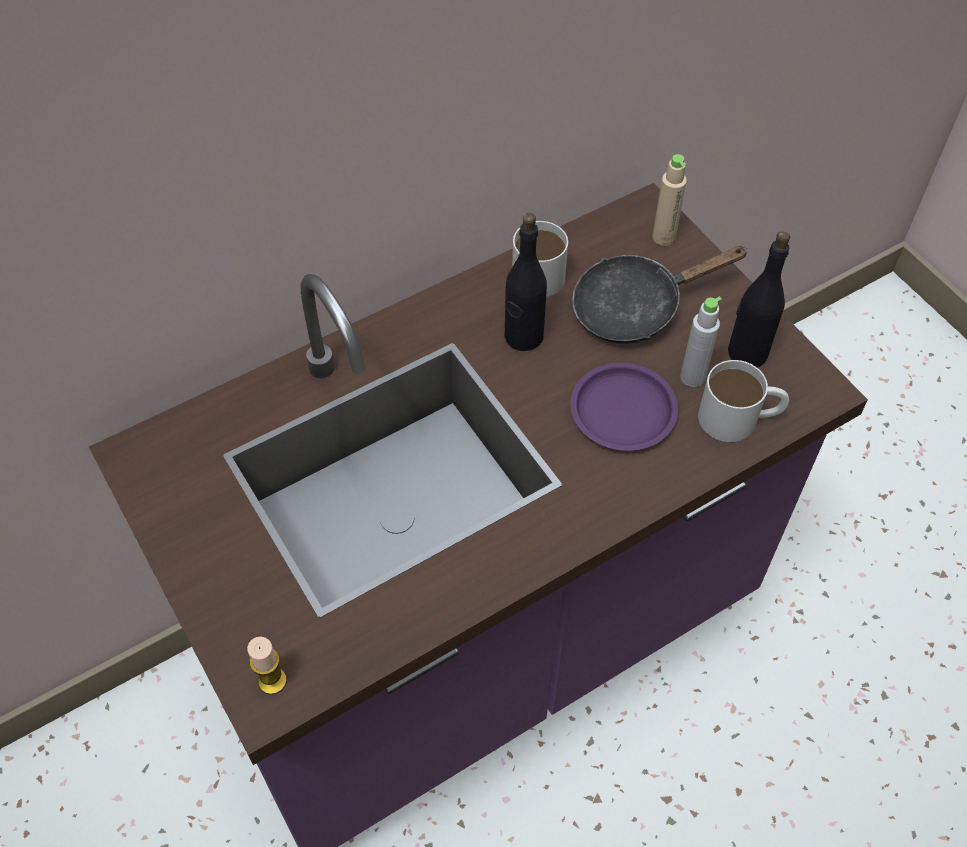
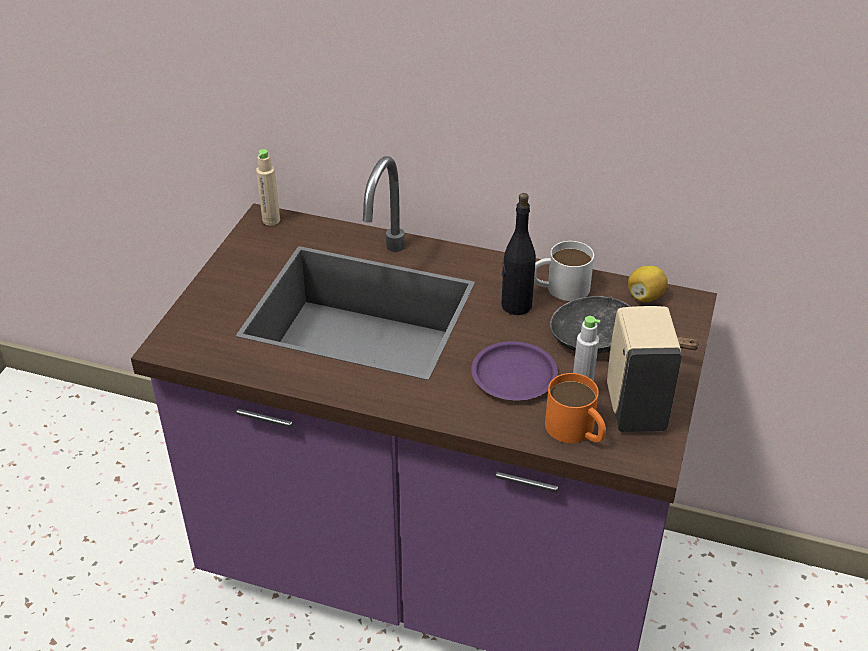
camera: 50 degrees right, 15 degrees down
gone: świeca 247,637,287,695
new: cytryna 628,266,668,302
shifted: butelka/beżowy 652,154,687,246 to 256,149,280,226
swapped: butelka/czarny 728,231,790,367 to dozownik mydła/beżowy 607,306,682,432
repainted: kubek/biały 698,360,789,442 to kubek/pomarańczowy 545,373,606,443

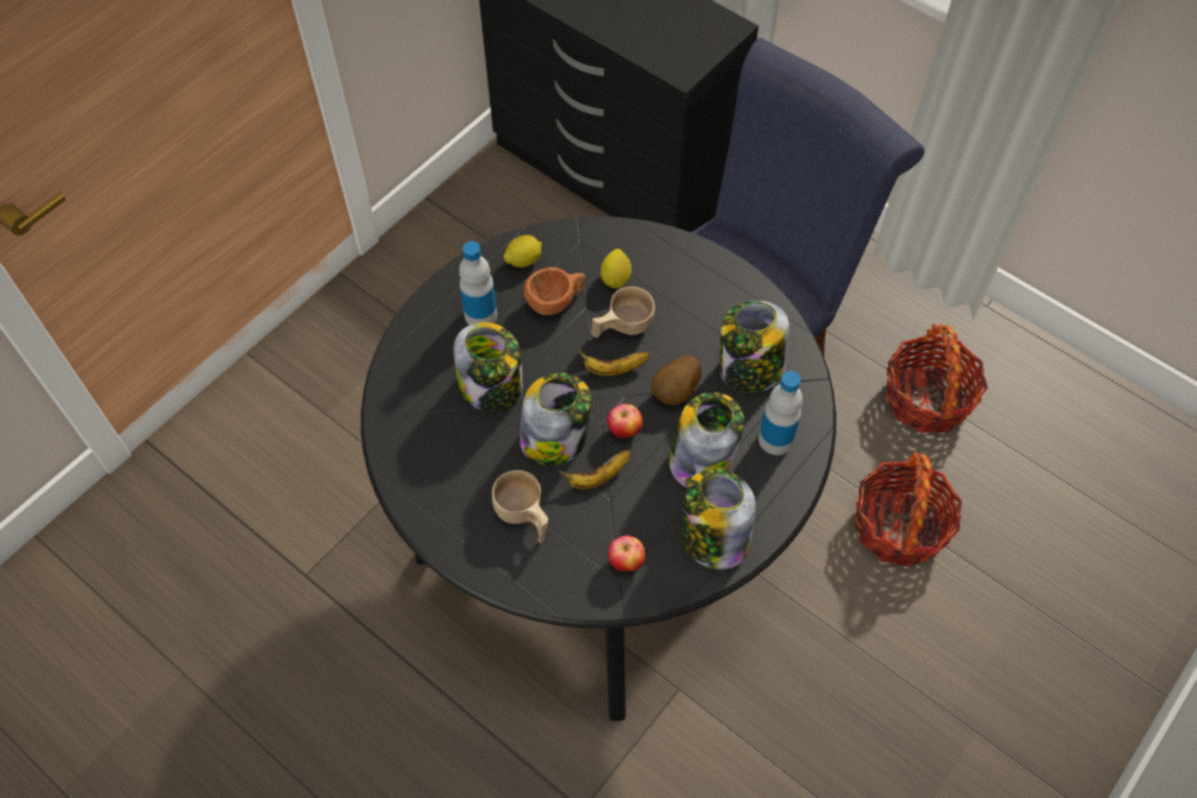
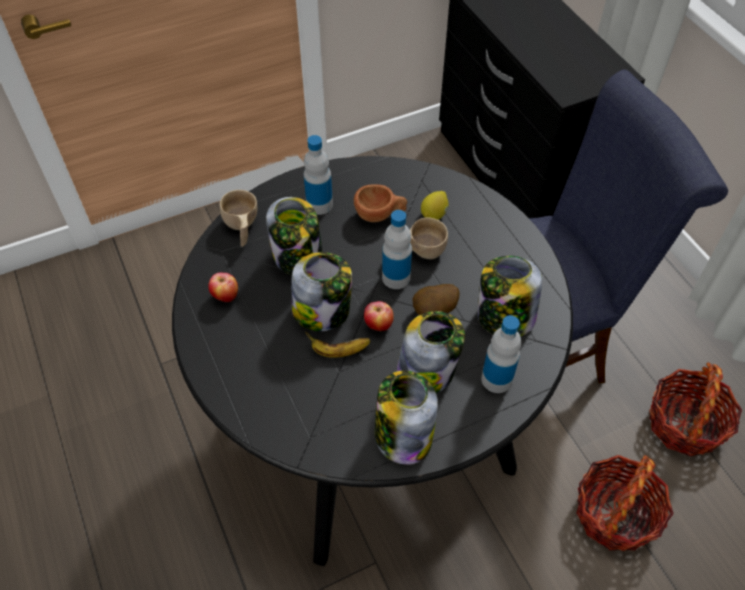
camera: 25 degrees right, 5 degrees down
gone: cytryna 503,235,542,267
shifted: filiżanka/beżowy 492,470,548,543 to 220,190,257,247; jabłko 608,535,645,571 to 208,273,238,302
swapped: banan 577,349,649,376 to butelka 382,210,412,289

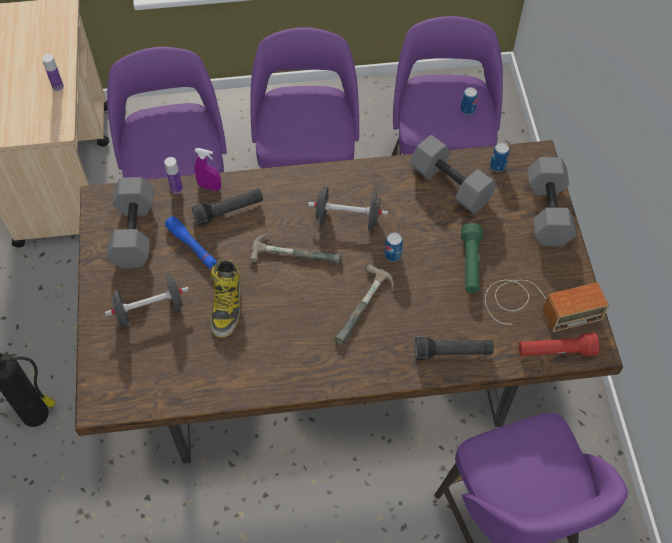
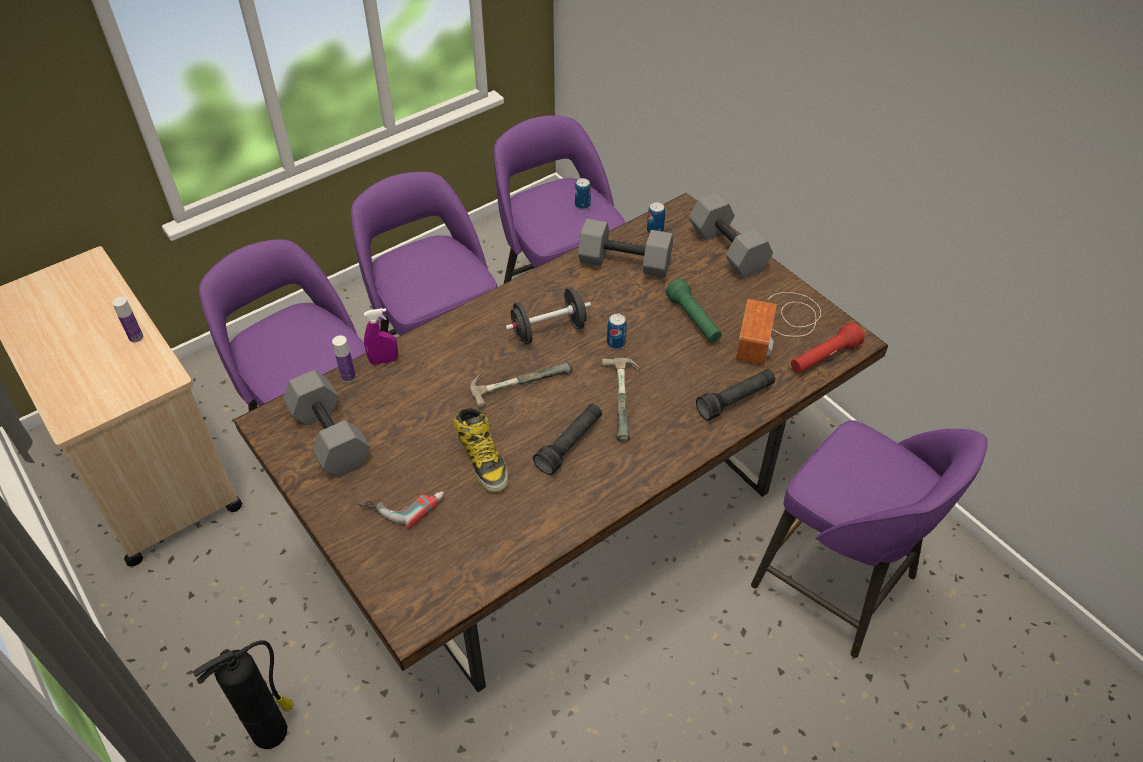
camera: 30 degrees left, 10 degrees down
gone: latarka/niebieski 165,216,218,270
shifted: latarka/czarny 192,189,263,227 to 533,404,602,475
swapped: hantel/czarny 105,274,189,329 to wiertarka 357,491,444,530
rotated: radio 485,280,609,332 = 735,292,821,365 150 degrees clockwise

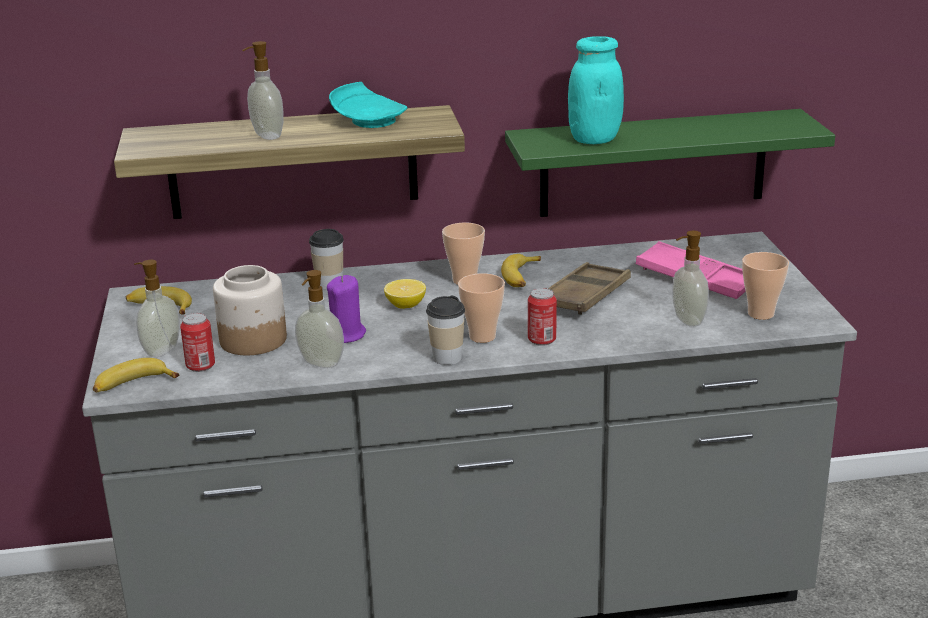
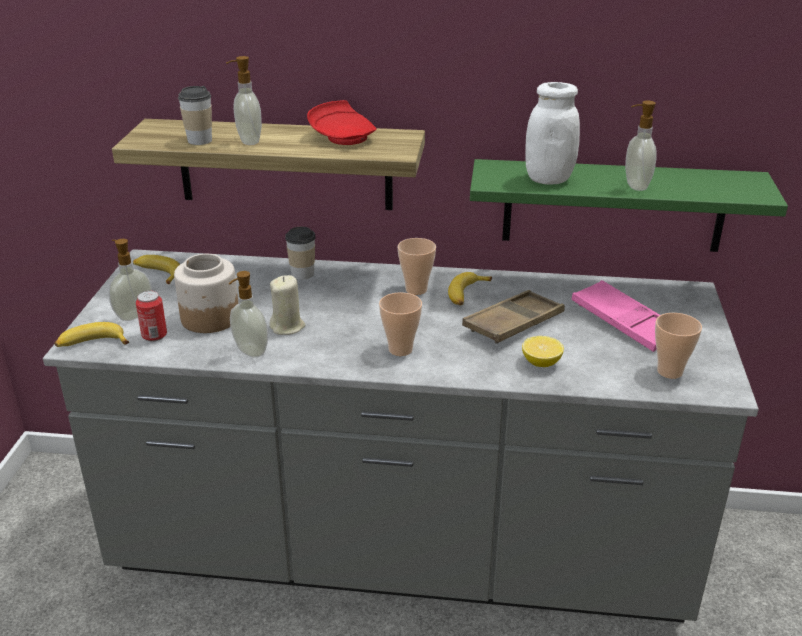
camera: 15 degrees right, 5 degrees up
gone: puszka 528,288,557,346
shifted: cytryna 384,279,426,309 to 522,336,564,367; filiżanka 426,296,465,365 to 178,86,212,145; dozownik mydła 672,231,709,327 to 625,101,657,191
repainted: świeca/fioletowy 327,275,366,343 to świeca/beżowy 269,275,306,335; talerz/turkusowy 329,82,408,128 to talerz/czerwony 307,100,377,145; słoik/turkusowy 568,36,624,144 to słoik/biały 525,82,580,185

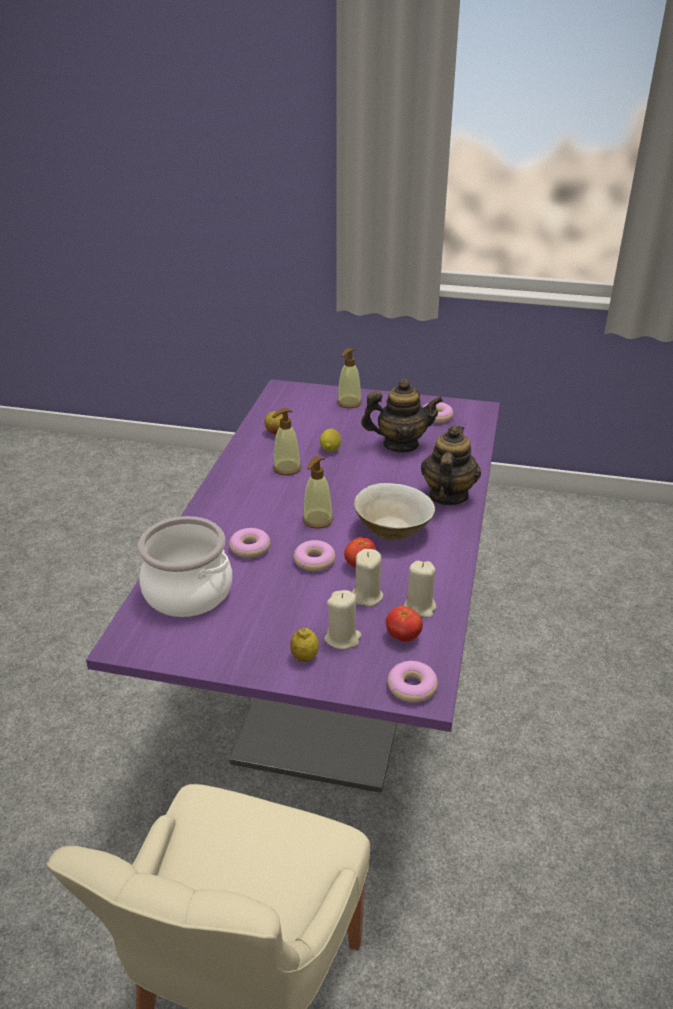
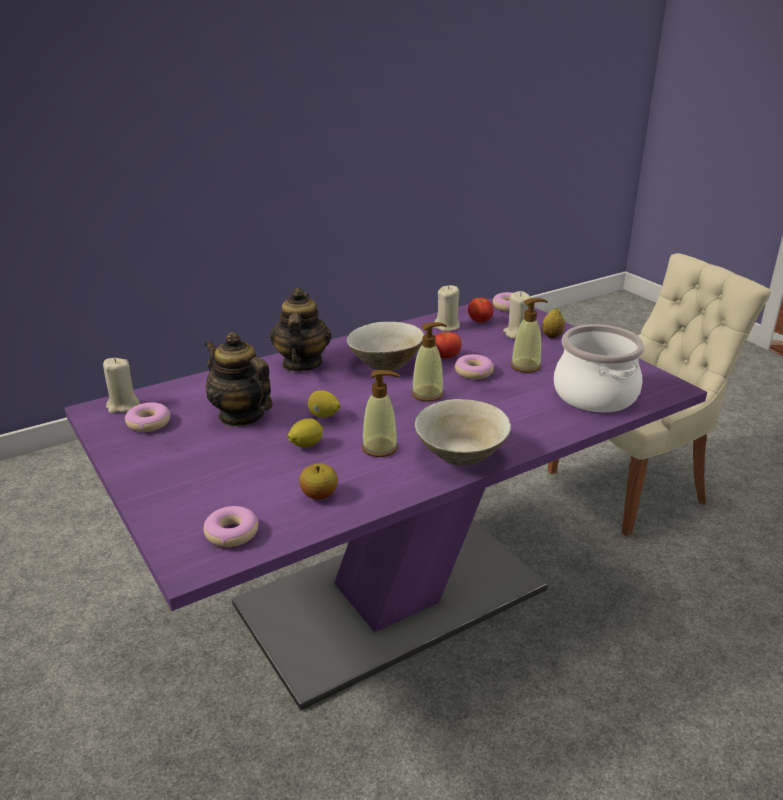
camera: 135 degrees left, 5 degrees down
new: cytryna 308,390,340,418; miska/beżowy 415,399,511,466
shifted: donut 229,528,270,558 to 204,506,259,547; dozownik mydła 337,348,362,408 to 511,298,548,373; świeca/beżowy 352,549,383,607 to 103,358,140,413
rotated: imbryk 421,426,481,505 = 270,288,332,372 120 degrees clockwise

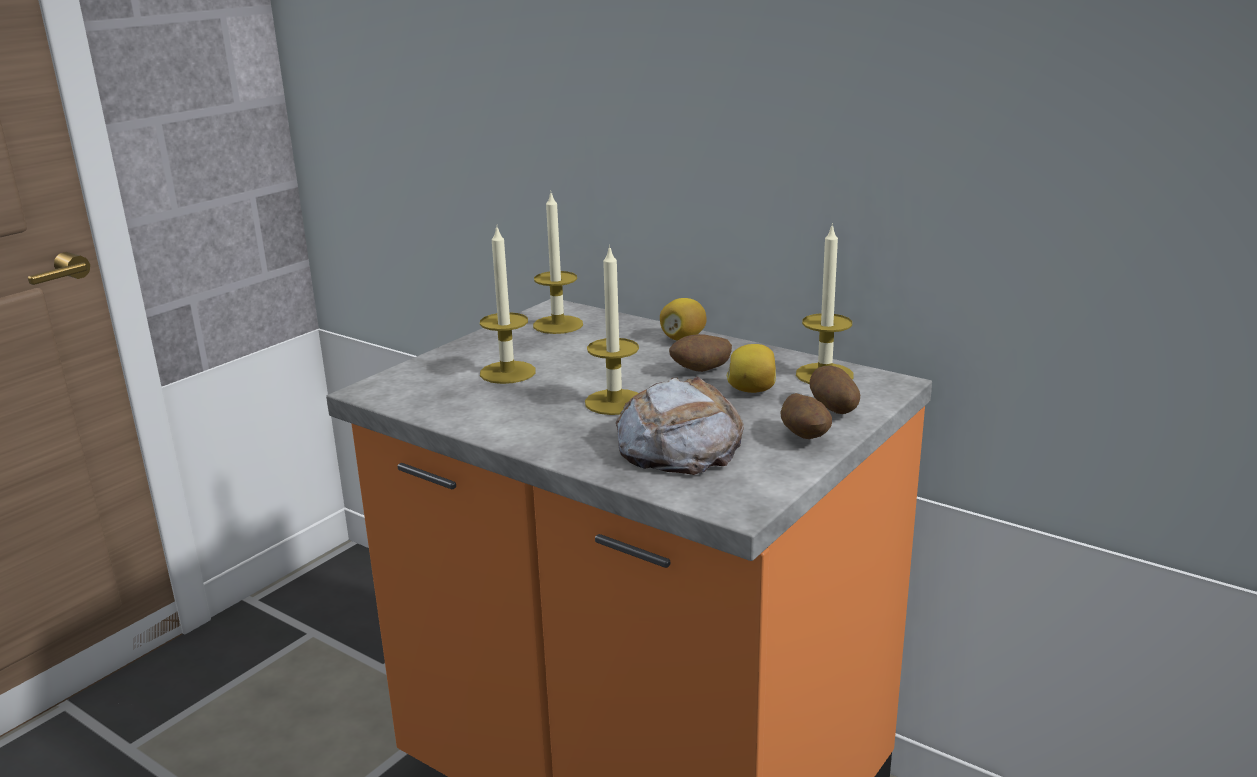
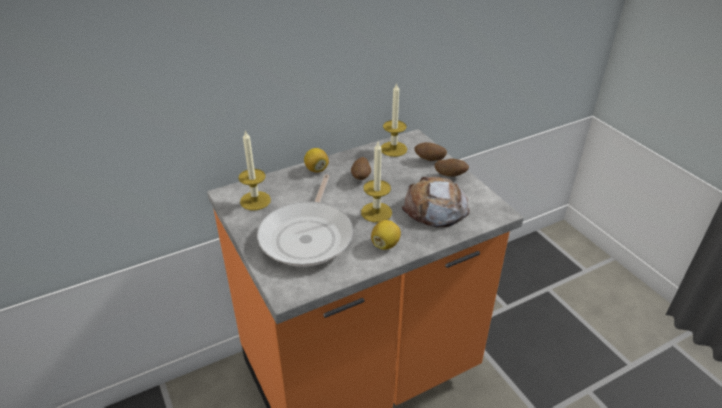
camera: 65 degrees left, 15 degrees up
shifted: cytryna 727,344,776,393 to 371,220,401,250
swapped: świeca 480,226,536,384 to patelnia 257,174,353,267

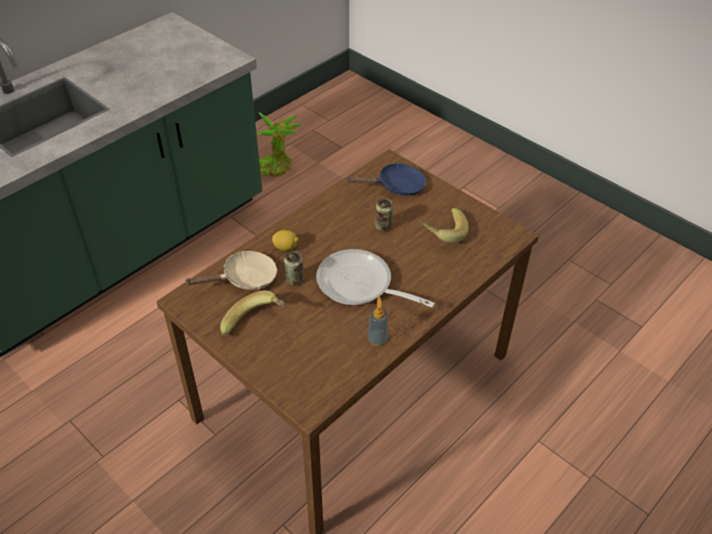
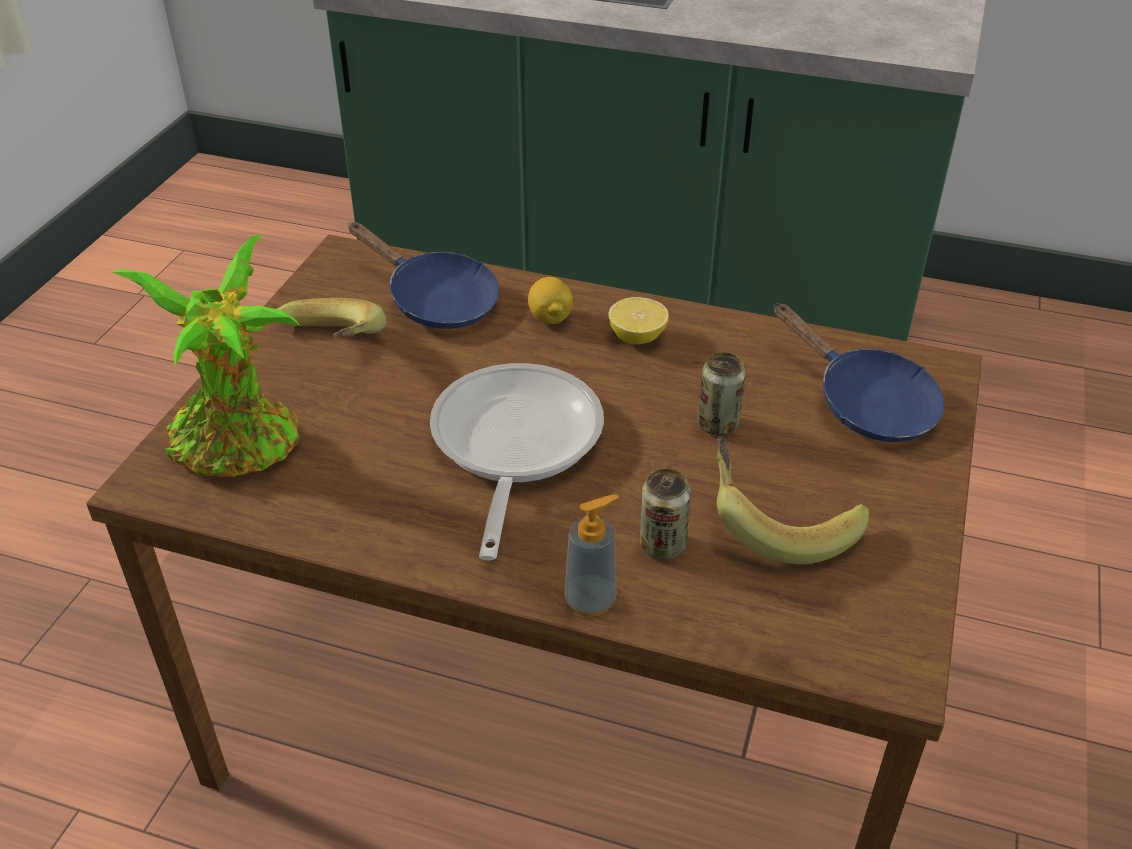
camera: 65 degrees right, 5 degrees down
new: cytryna 608,297,669,344
shifted: roślina doniczkowa 257,112,303,177 to 112,234,300,477; puszka 284,251,304,286 to 640,469,691,559; dozownik mydła 367,296,388,346 to 564,494,619,617
repainted: patelnia/beżowy 184,251,277,290 to patelnia/niebieski 348,222,499,329

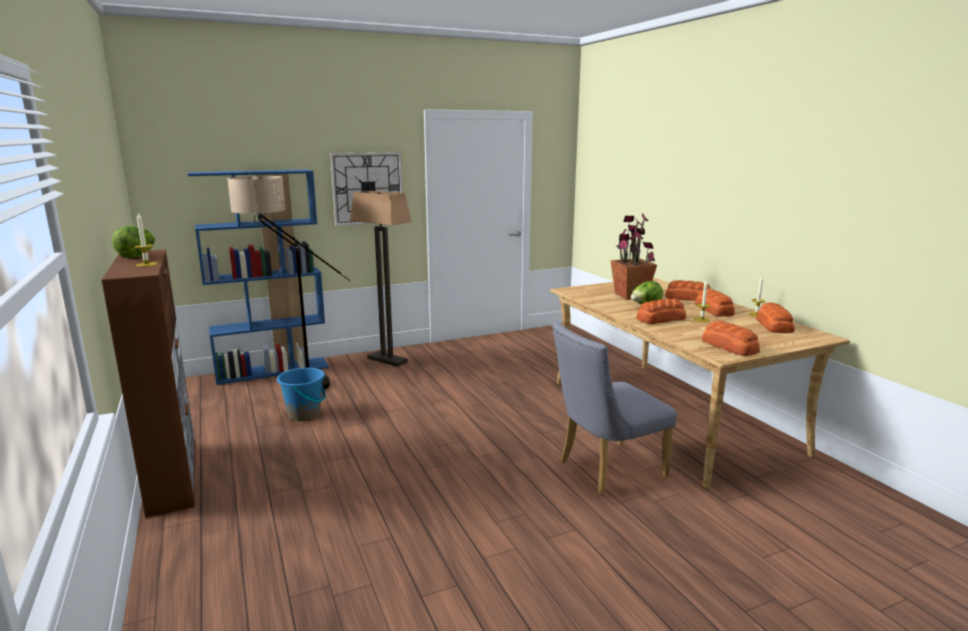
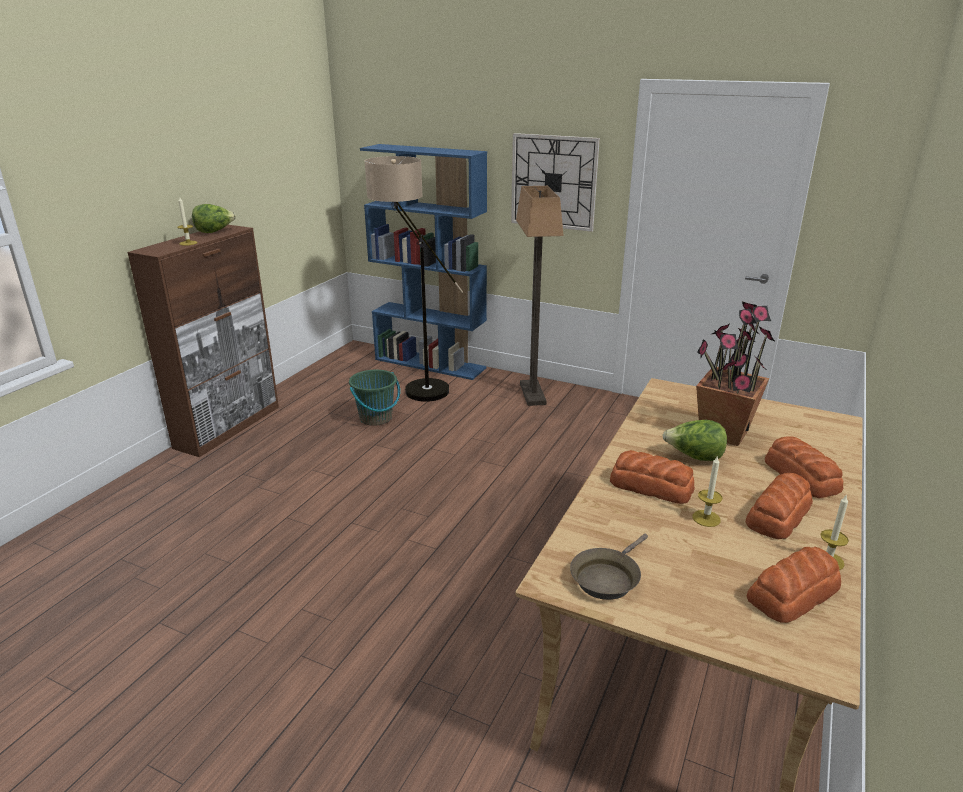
camera: 50 degrees right, 10 degrees up
gone: krzesło/szary 553,322,677,494
swapped: chleb 702,320,760,356 to patelnia/brązowy 570,534,648,600
repainted: wiadro/niebieski 277,367,326,421 to wiadro/zielony 349,370,400,426

